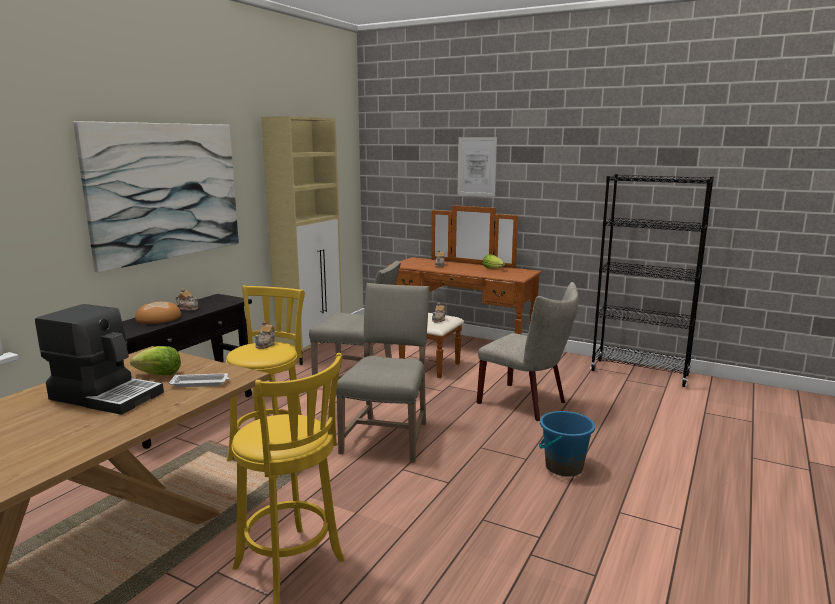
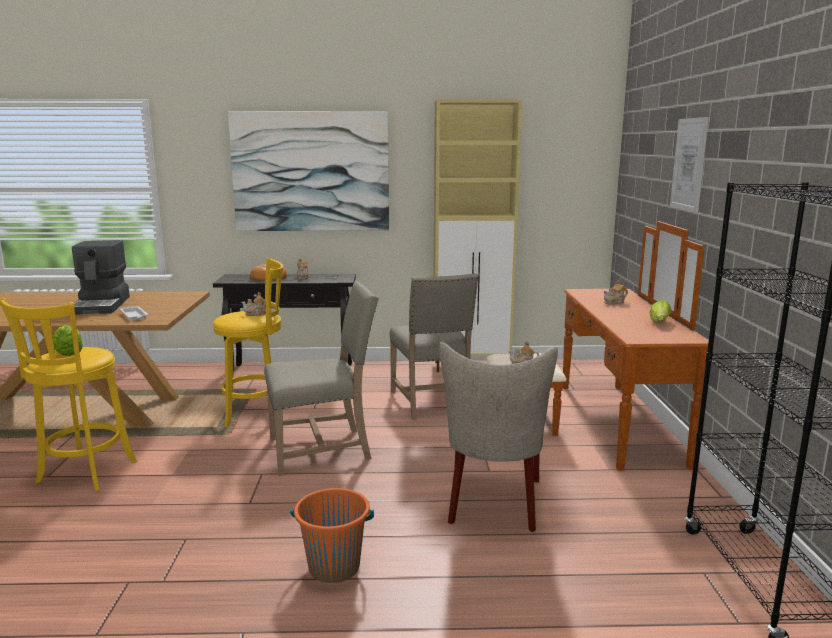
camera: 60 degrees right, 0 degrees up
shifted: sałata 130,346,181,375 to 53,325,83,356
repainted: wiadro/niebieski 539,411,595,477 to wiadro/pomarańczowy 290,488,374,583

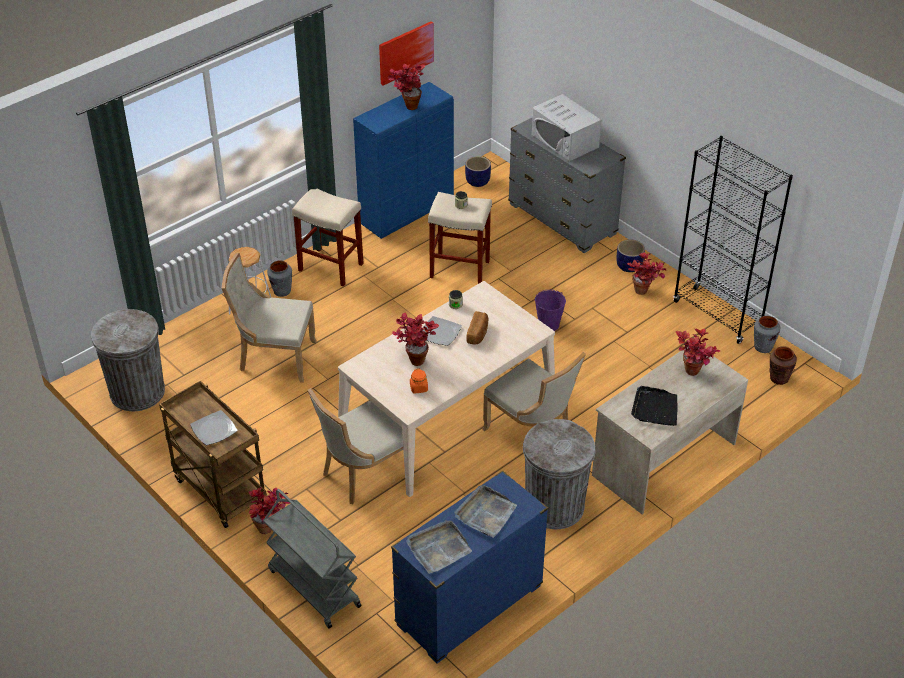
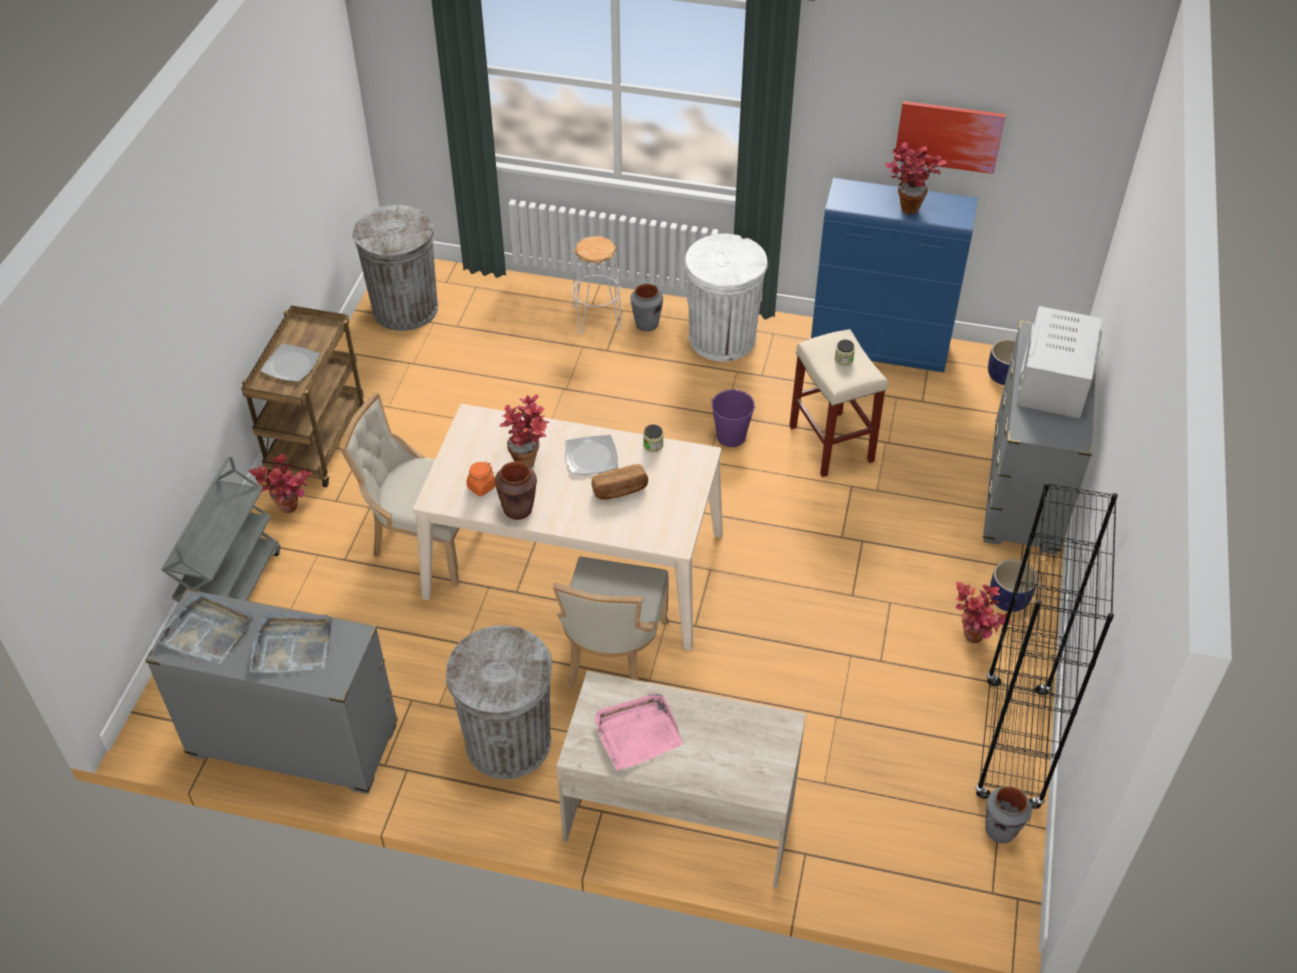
camera: 55 degrees right, 5 degrees up
gone: krzesło/beżowy 222,253,317,383; roślina doniczkowa 676,329,720,376
shifted: wiadro/fioletowy 535,289,566,331 to 712,389,755,447; wazon/brązowy 769,346,797,385 to 495,462,537,520
swapped: stołek/beżowy 292,188,364,286 to kosz na śmieci/biały 685,234,768,362
repainted: komoda/niebieski 391,470,548,664 to komoda/szary 145,588,398,794; taca/czarny 631,386,677,426 to taca/różowy 594,693,683,770

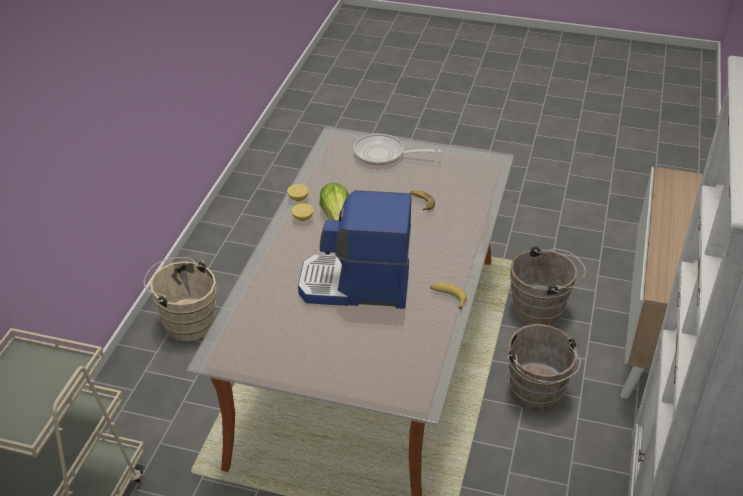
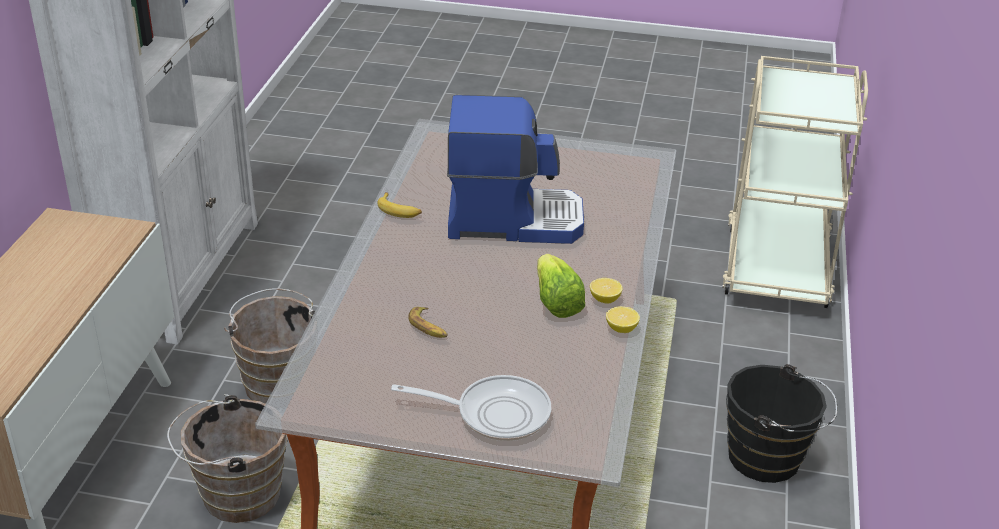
camera: 175 degrees right, 5 degrees down
repainted: wiadro/beżowy 144,257,216,342 to wiadro/czarny 726,364,837,483

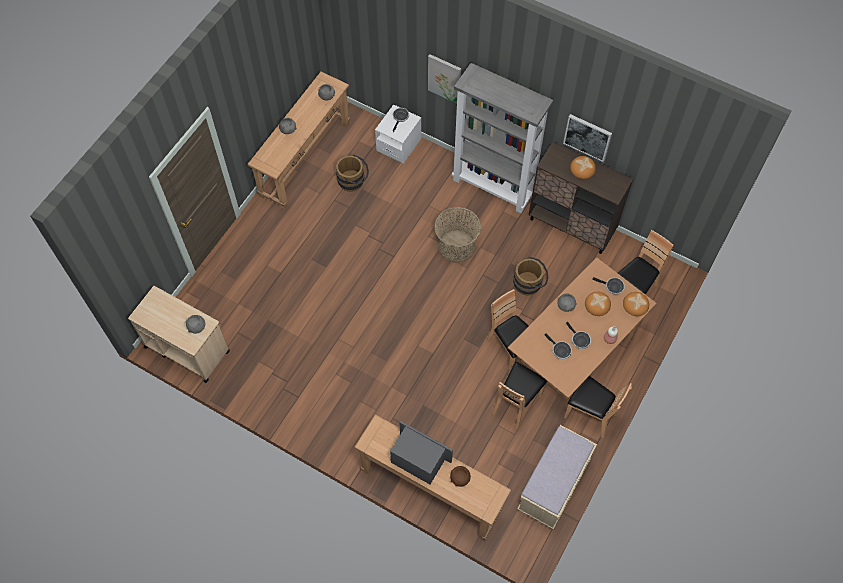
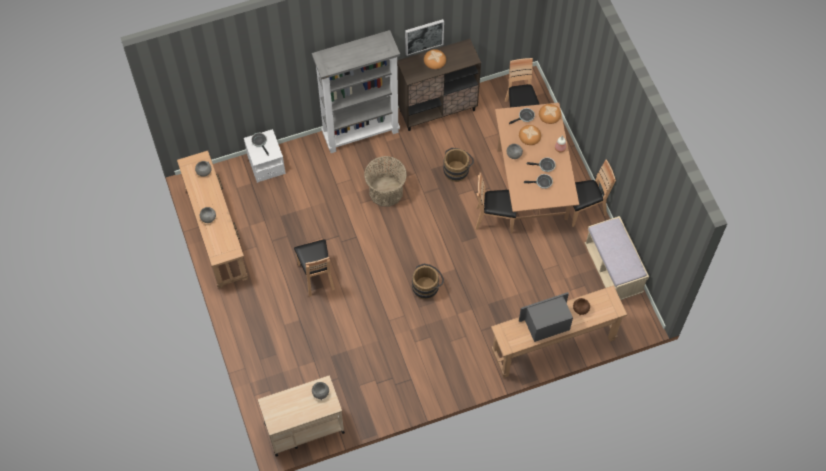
camera: 50 degrees left, 0 degrees up
gone: obraz 428,54,461,103
shifted: wiadro/brązowy 336,155,369,192 to 412,264,444,299; krzesło/brązowy 492,362,547,429 to 294,239,335,297

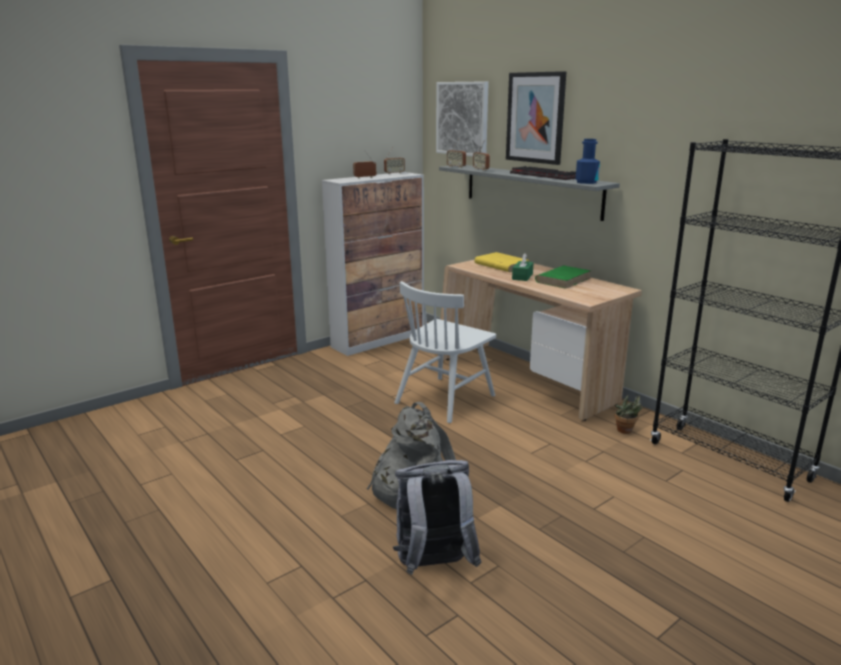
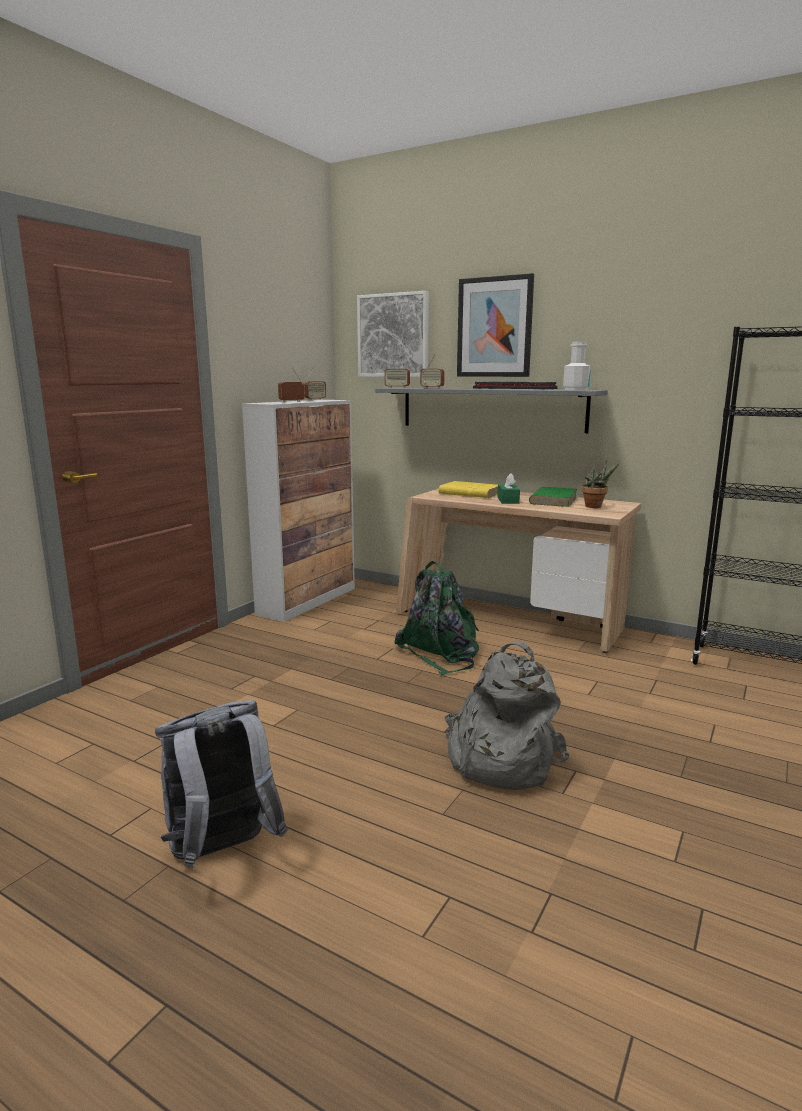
camera: 20 degrees left, 5 degrees down
shifted: plecak/szary 393,460,482,575 to 155,700,288,868; roślina doniczkowa 614,395,643,434 to 582,461,619,508
swapped: krzesło/biały 394,281,496,423 to plecak/zielony 394,561,479,675
repainted: butelka/niebieski 576,139,600,184 to butelka/biały 563,341,591,390

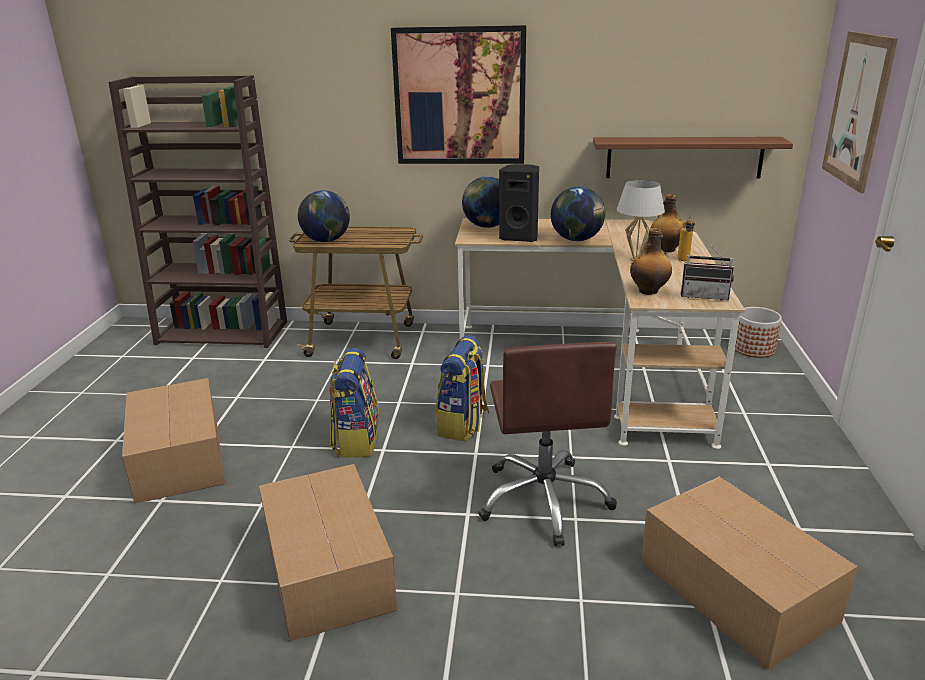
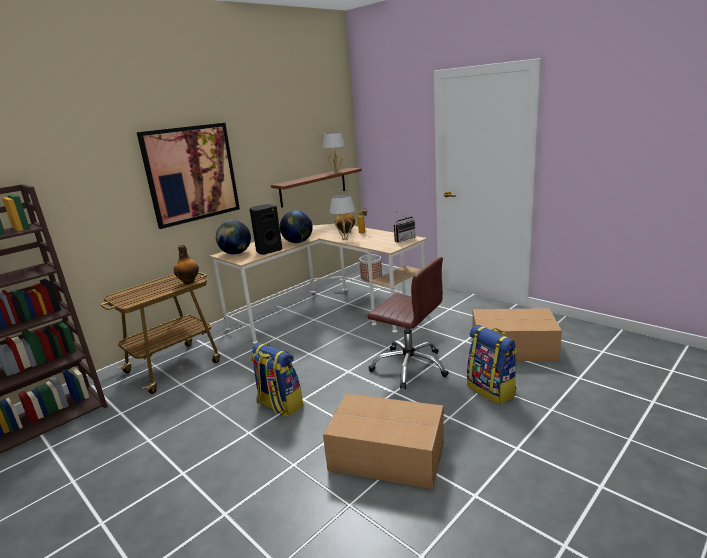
camera: 50 degrees left, 5 degrees down
gone: karton 122,378,225,504; globus 298,190,350,242; obraz 822,31,898,193
new: lampa stołowa/biały 322,132,345,173
shifted: plecak 436,335,489,441 to 467,325,517,405; butelka 630,228,672,295 to 174,245,199,284

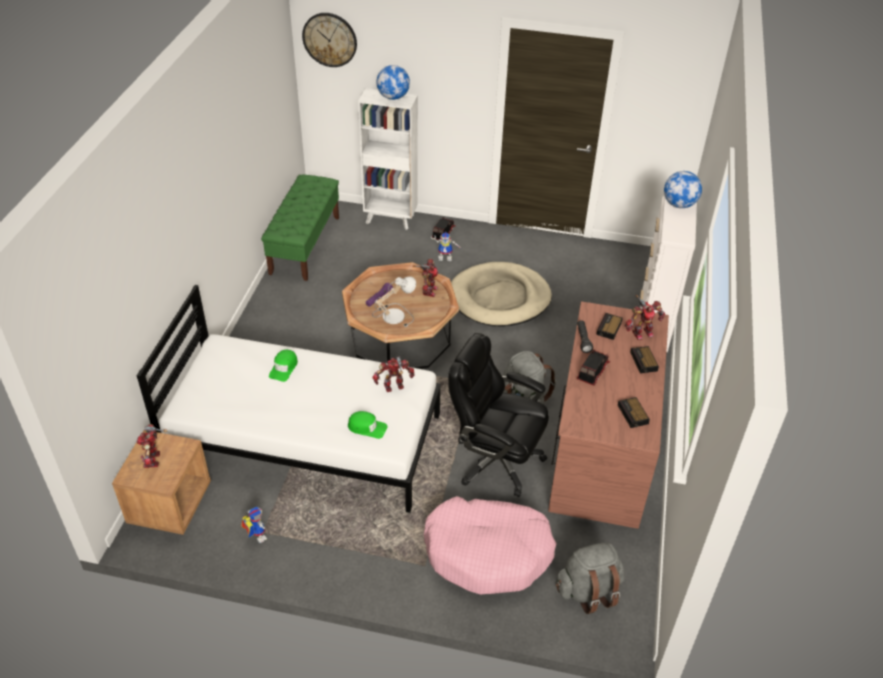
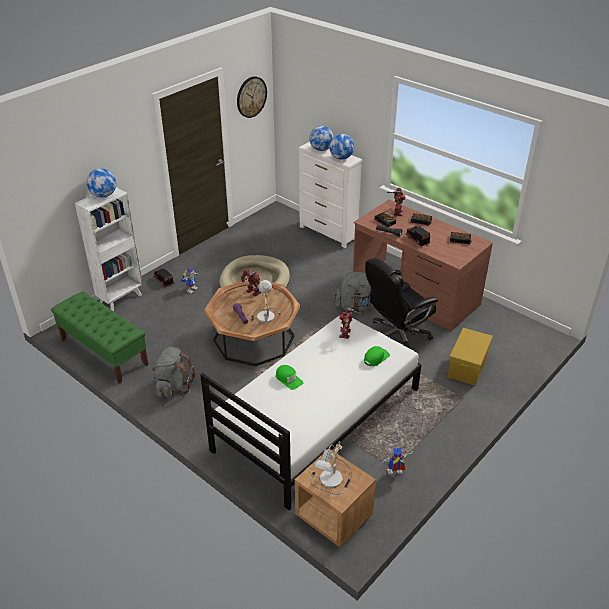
camera: 60 degrees left, 5 degrees down
new: globus 329,134,354,160
shifted: zegar ścienny 302,13,357,67 to 237,76,267,118; plecak/szary 556,543,625,614 to 152,347,195,398
swapped: robot zabawkowy 137,424,167,468 to lampa stołowa 310,441,352,495; legowisko/różowy 424,496,557,594 to pojemnik do przechowywania/żółty 448,328,493,386

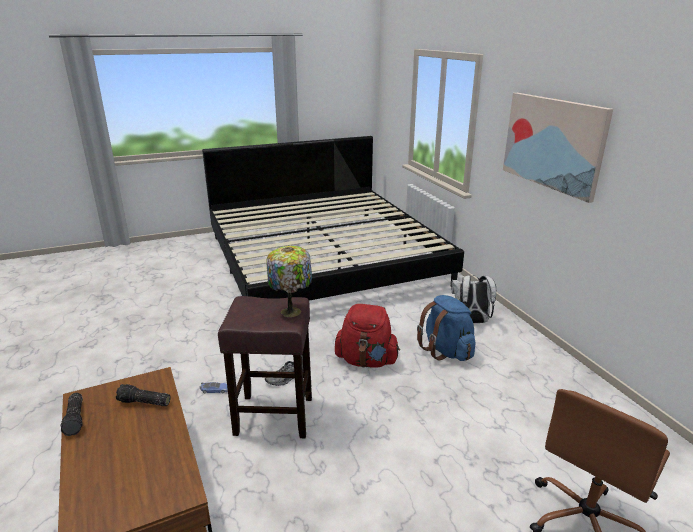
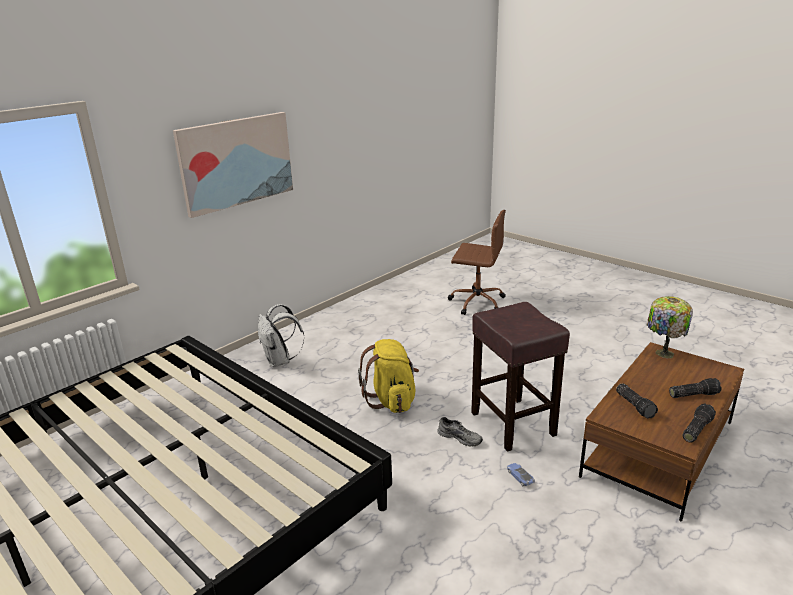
camera: 115 degrees left, 0 degrees up
gone: plecak/niebieski 417,295,475,361
new: latarka 669,378,721,398
shifted: lampa stołowa 266,246,312,317 to 647,296,693,359
repainted: plecak/czerwony 335,304,400,368 to plecak/żółty 358,339,419,413

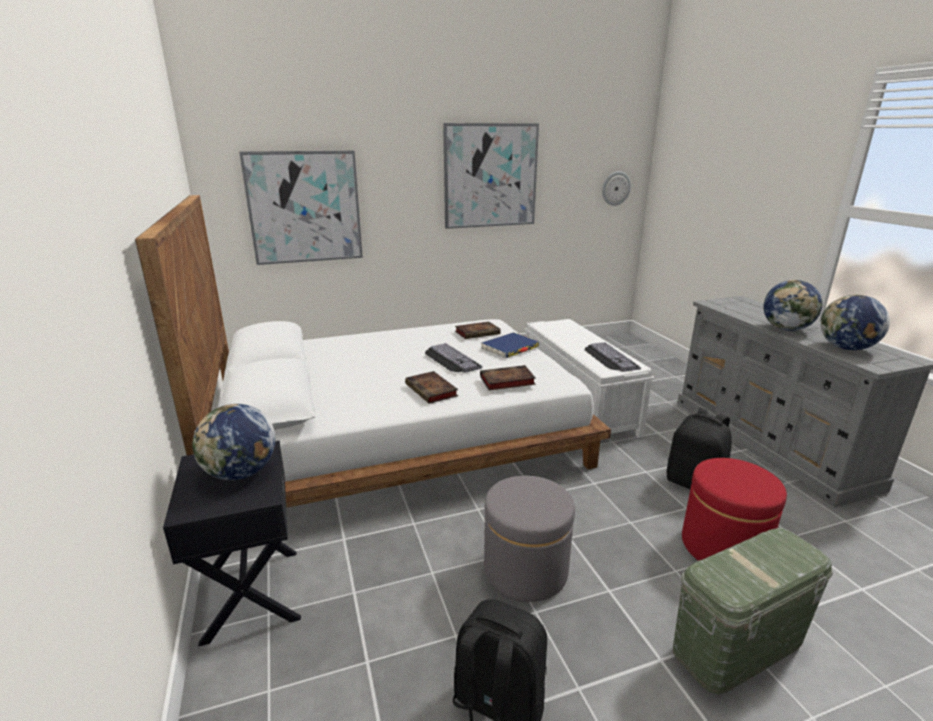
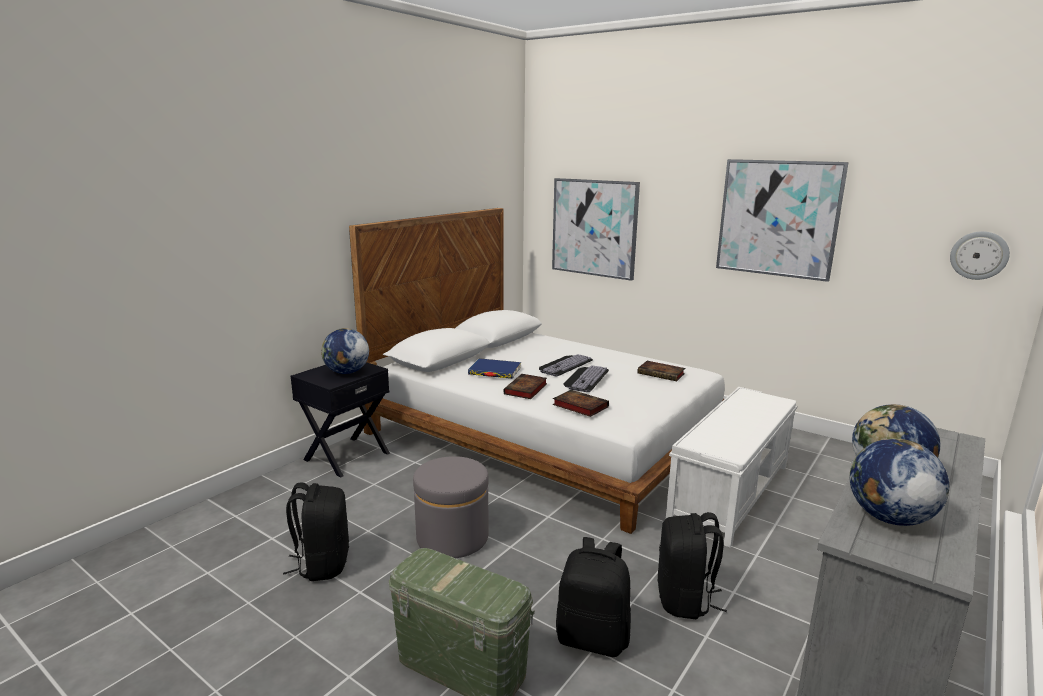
camera: 55 degrees right, 5 degrees down
shifted: książka/niebieski 481,332,539,358 to 468,358,521,379; klawiatura 585,342,641,371 to 539,354,593,377
swapped: pufa/czerwony 682,458,787,561 to plecak/czarny 556,537,631,657

